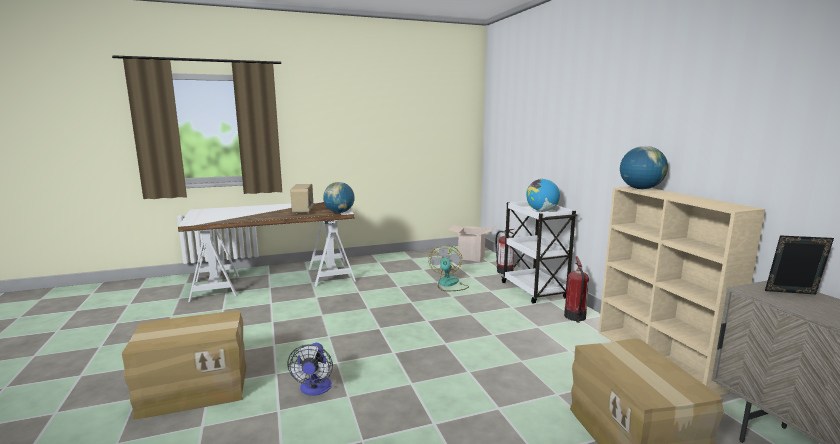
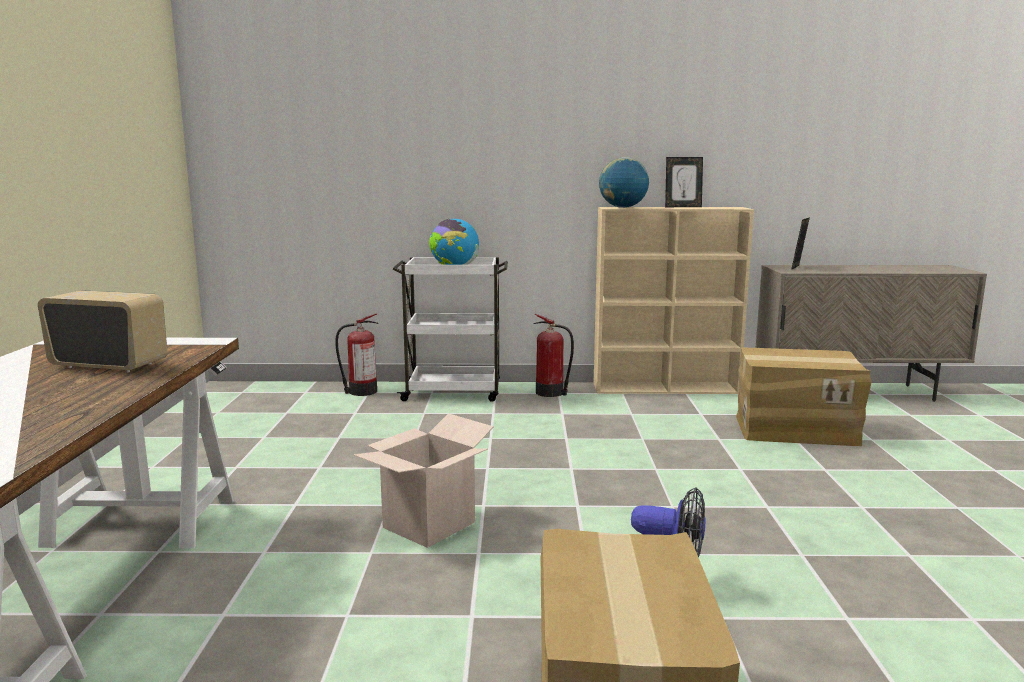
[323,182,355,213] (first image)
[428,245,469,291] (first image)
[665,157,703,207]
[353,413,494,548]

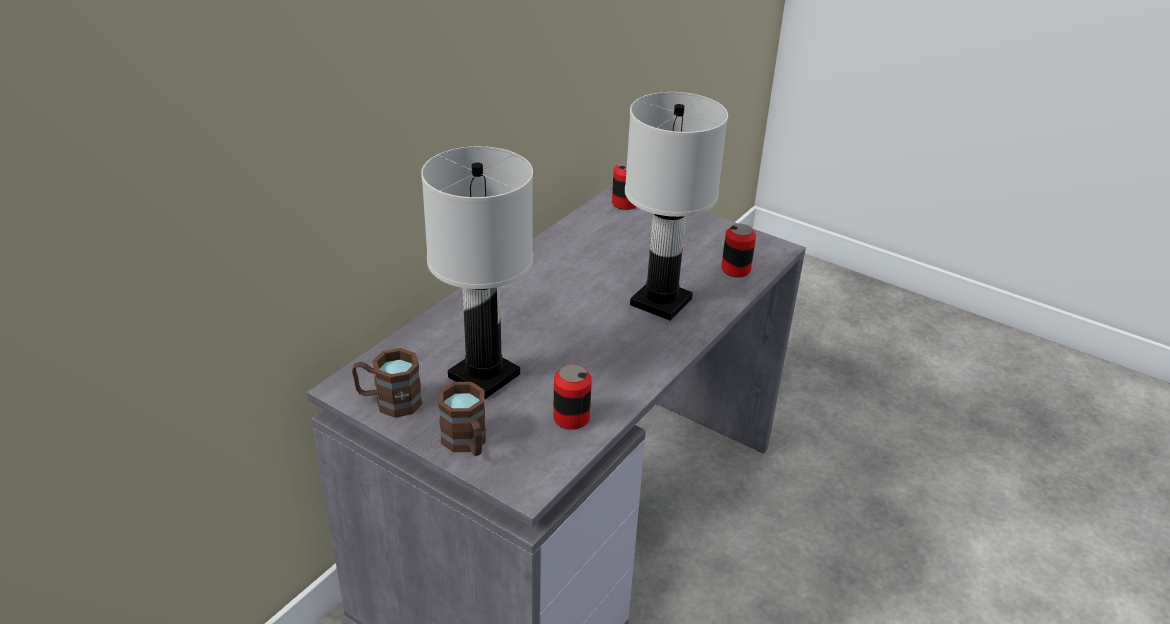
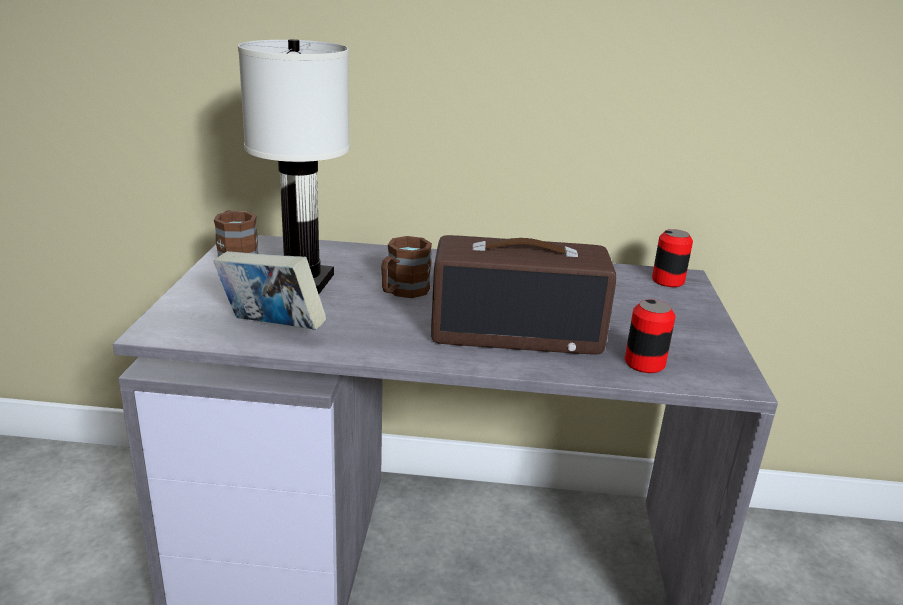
[381,236,432,298]
[214,251,327,330]
[431,235,616,355]

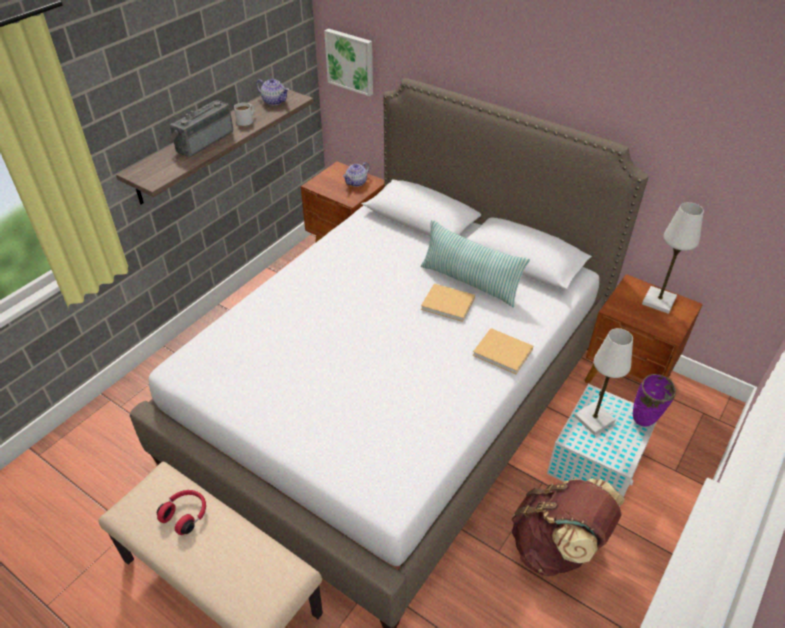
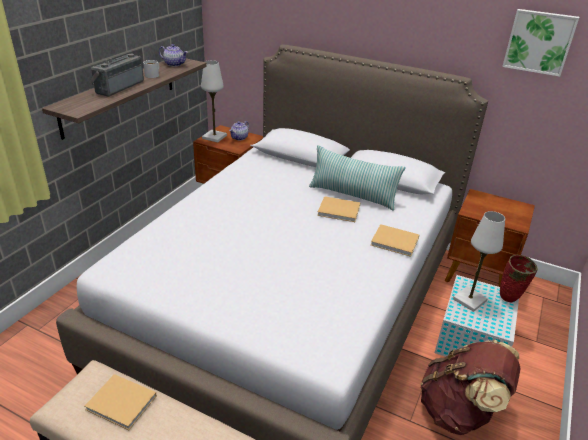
[502,9,579,77]
[201,60,227,142]
[85,374,157,430]
[500,255,538,303]

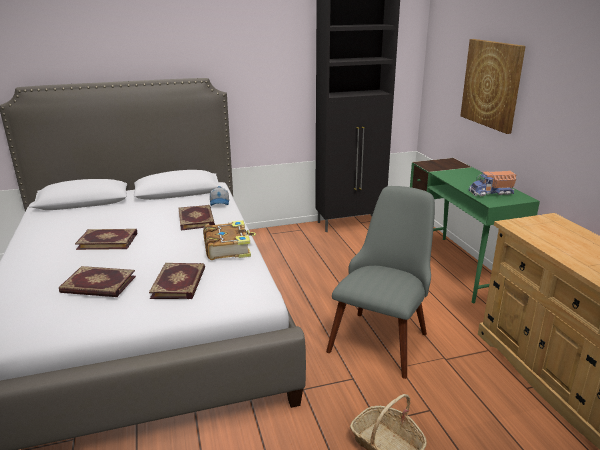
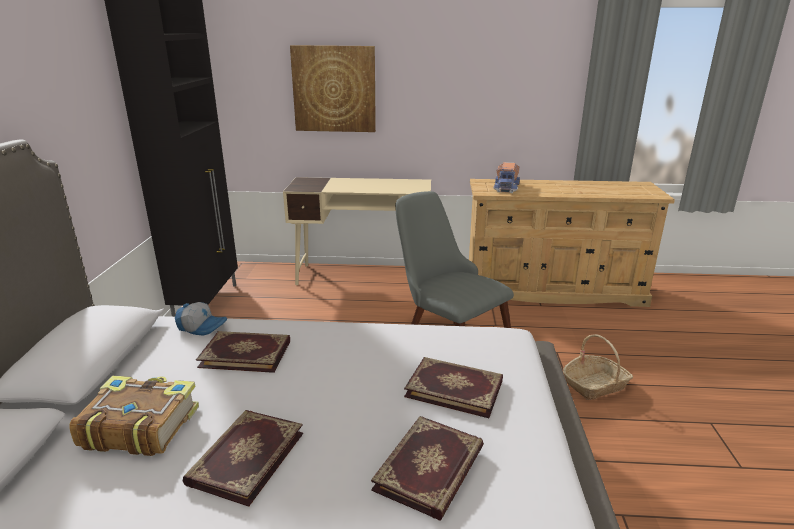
[69,376,199,456]
[493,162,520,193]
[283,177,431,285]

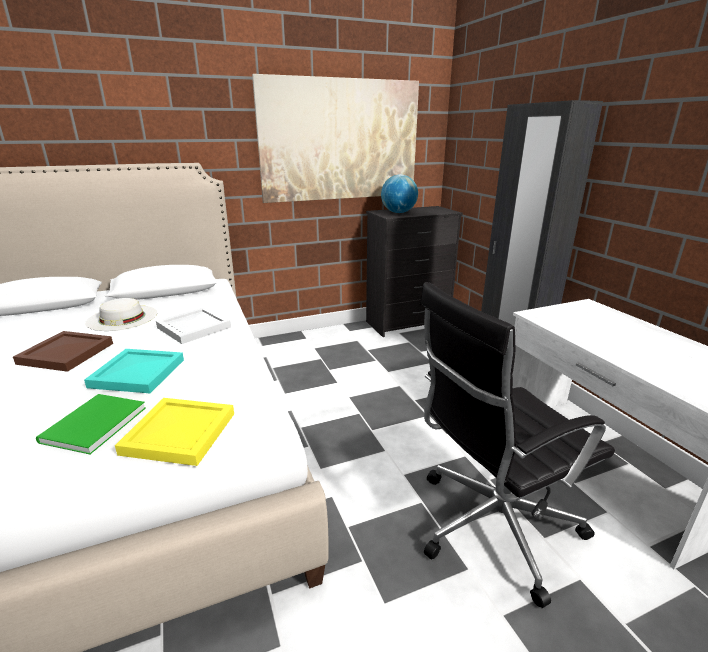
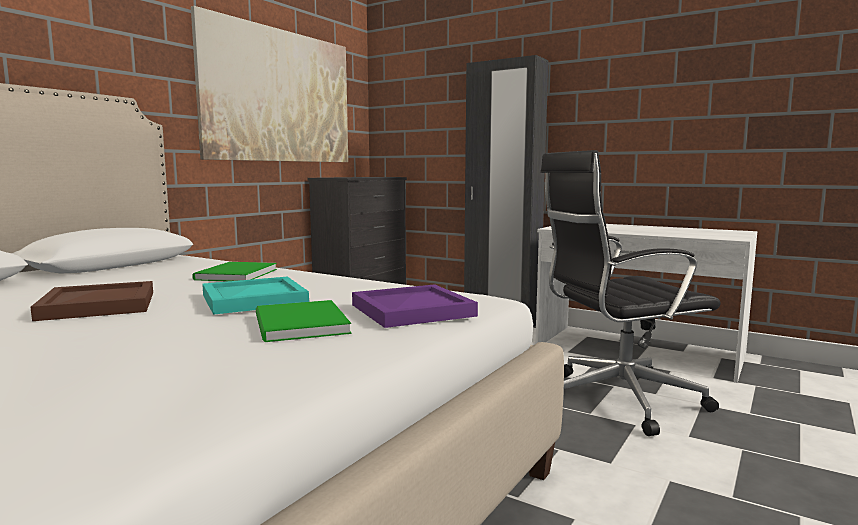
[85,298,157,331] (first image)
[381,175,418,213] (first image)
[192,262,277,281]
[352,284,478,328]
[541,150,721,436]

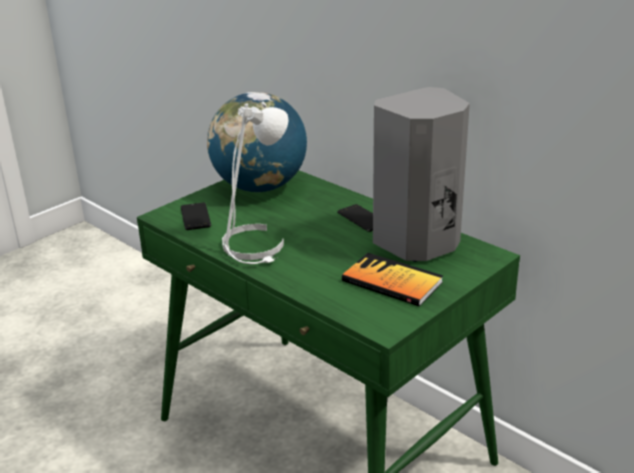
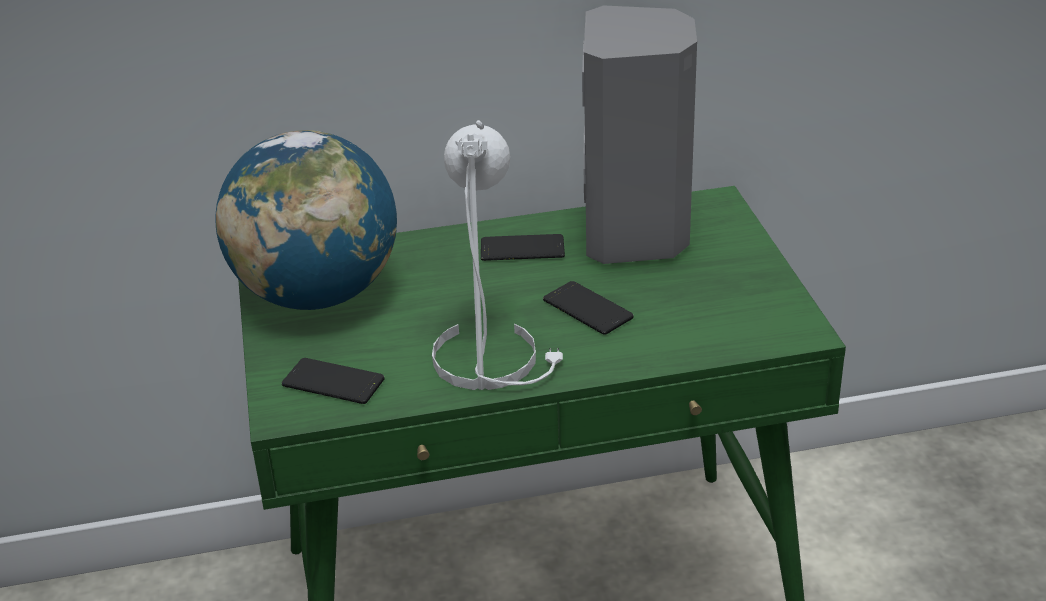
[342,253,443,306] (first image)
[543,281,634,335]

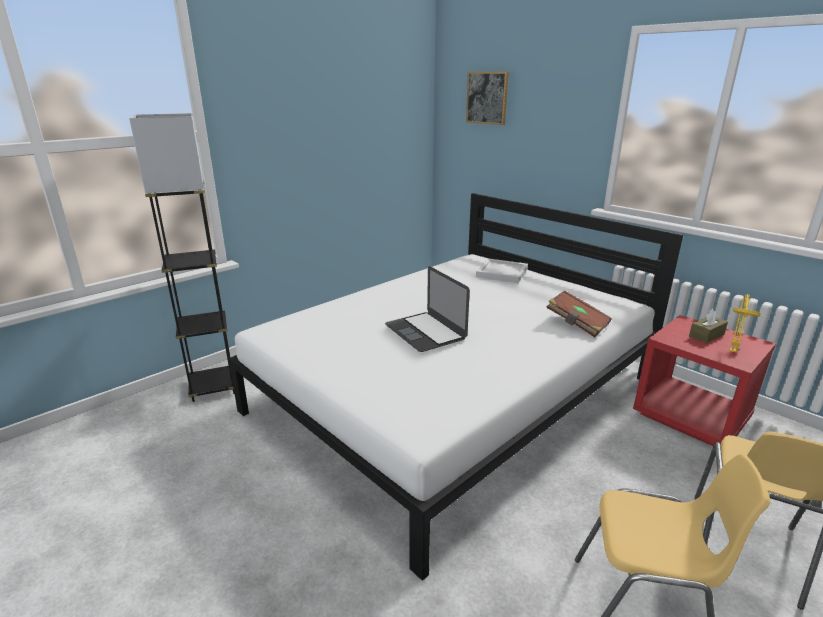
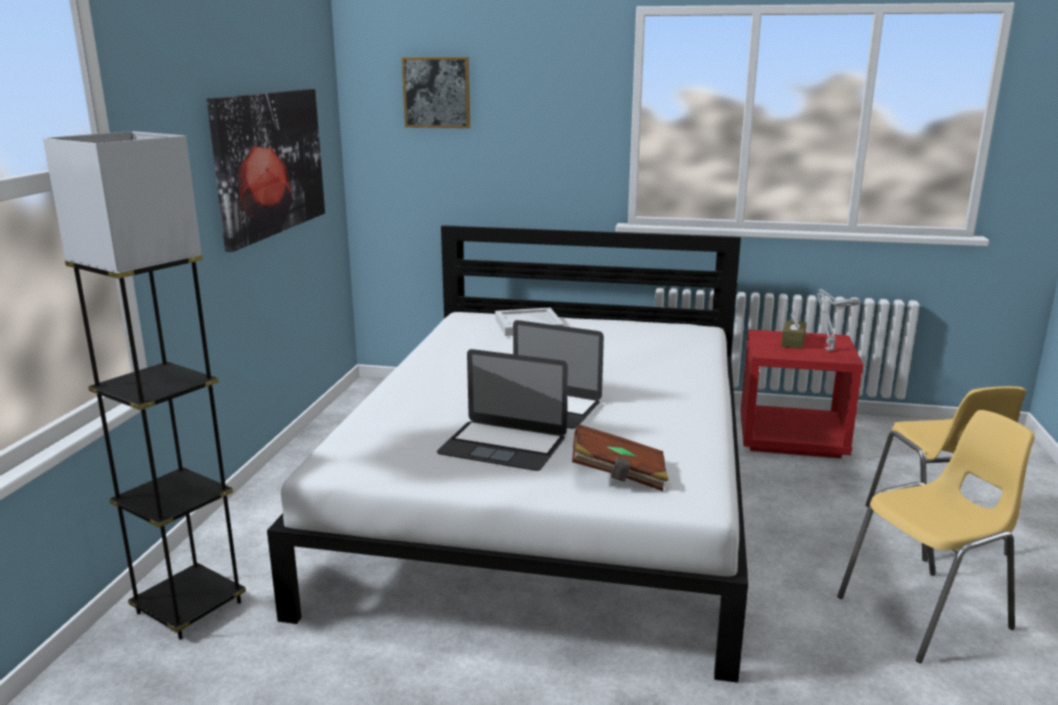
[207,89,325,252]
[437,349,568,471]
[572,424,669,491]
[817,289,860,351]

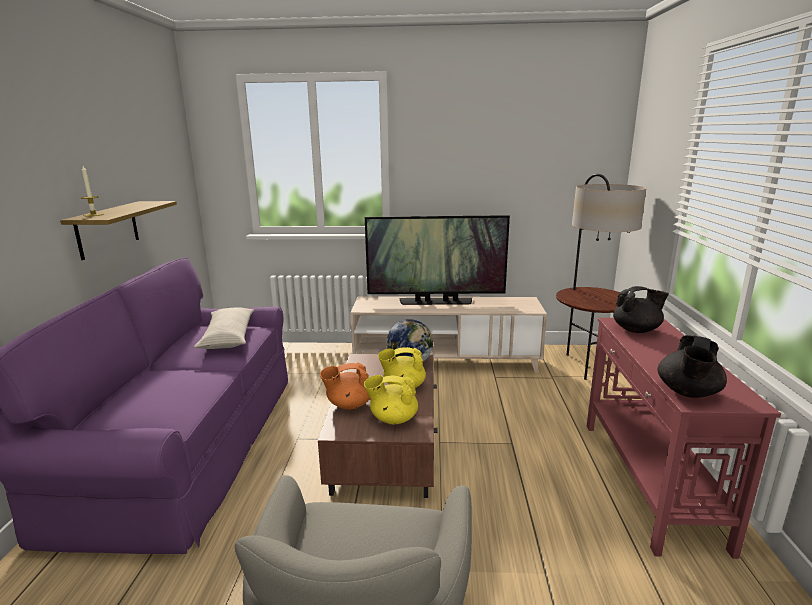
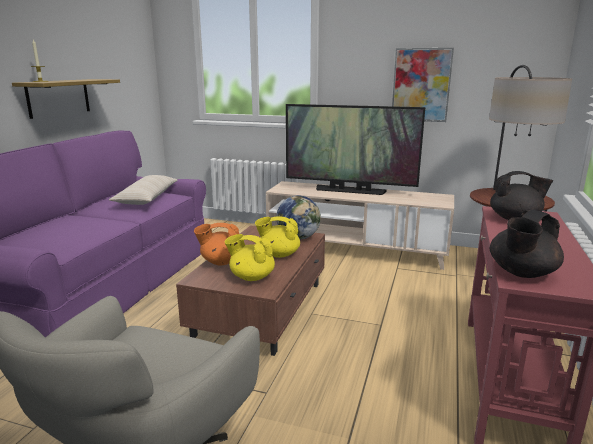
[392,48,454,122]

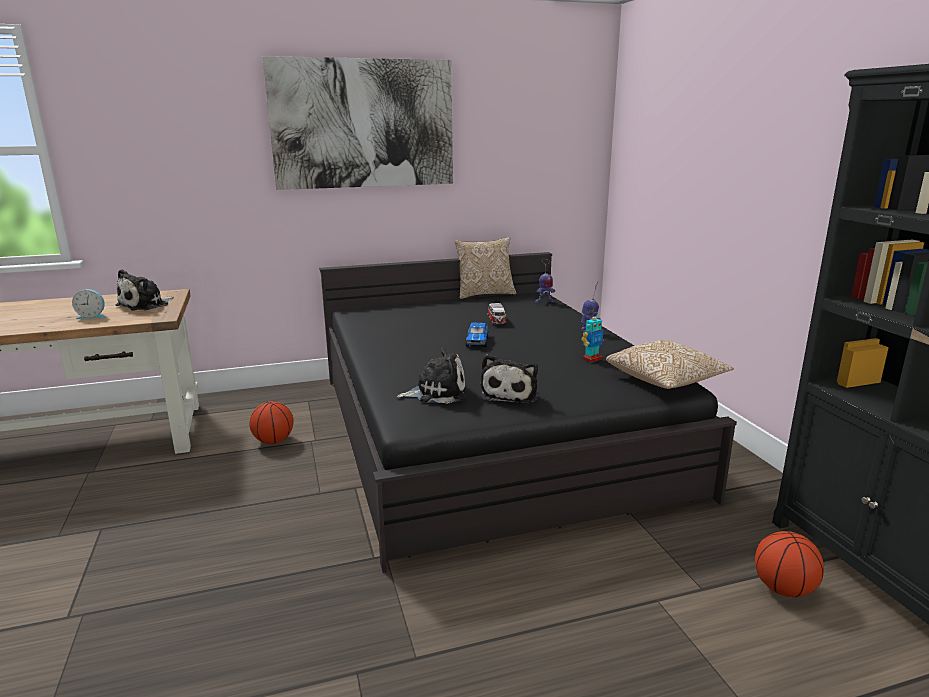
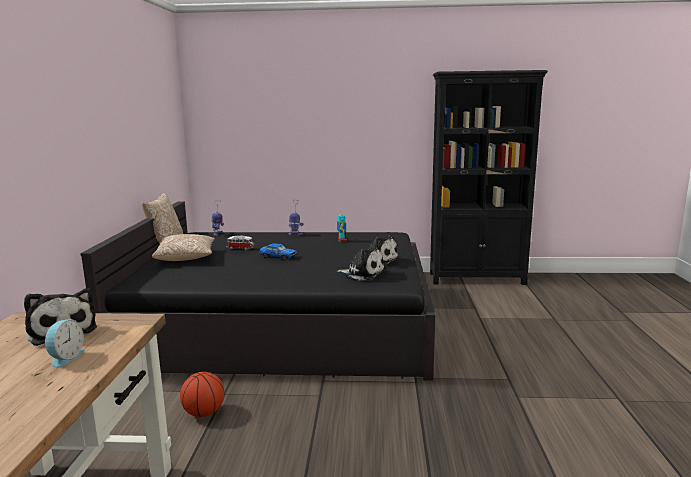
[263,56,453,190] (first image)
[755,531,824,597] (first image)
[152,234,215,261]
[337,245,385,280]

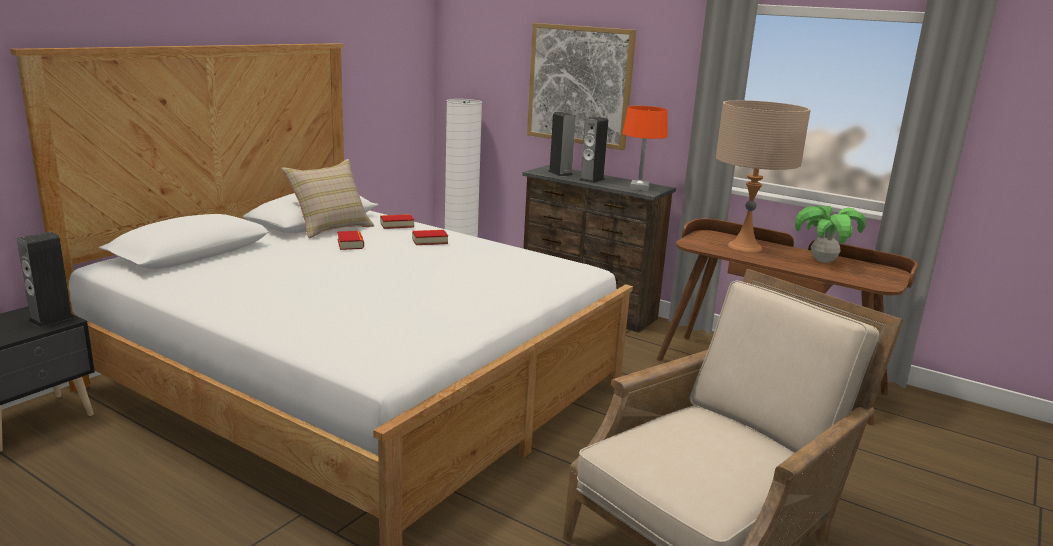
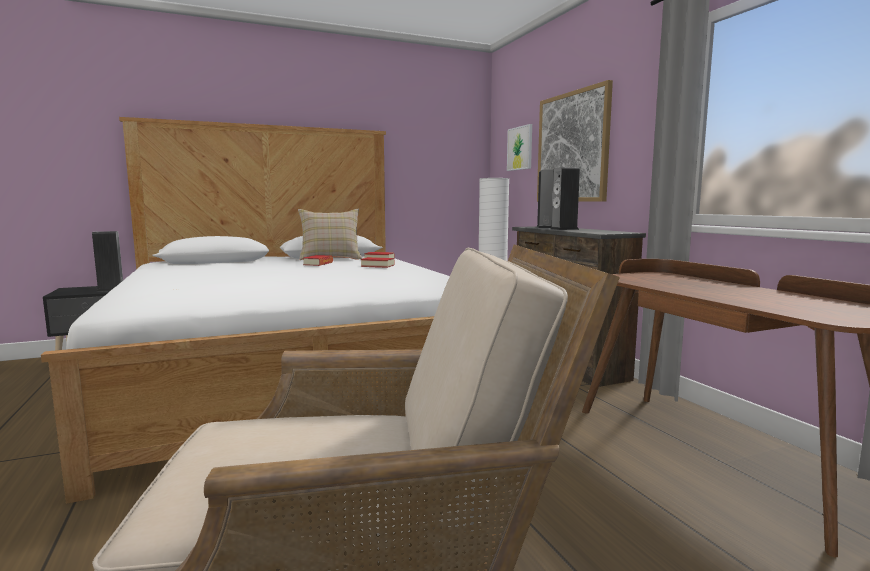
[623,106,667,192] (first image)
[716,100,811,252] (first image)
[795,205,866,263] (first image)
[507,124,532,171]

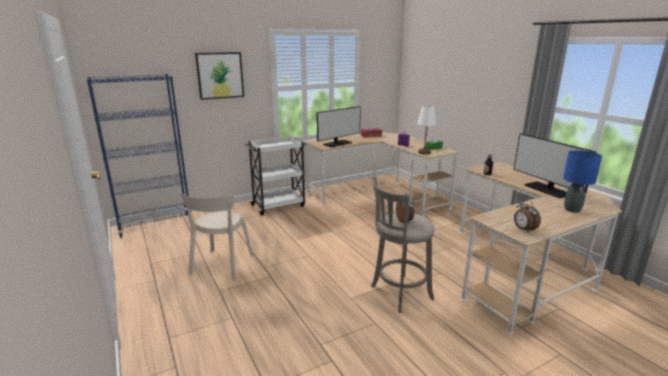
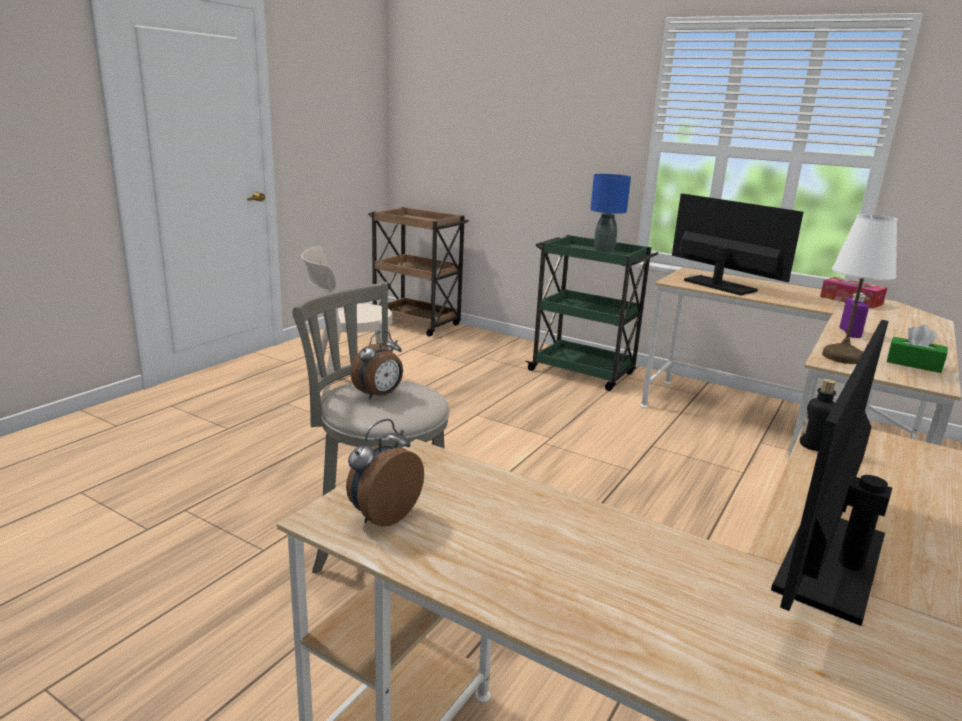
[195,52,244,100] (first image)
[590,174,631,253]
[368,207,469,337]
[525,235,658,391]
[672,193,804,296]

